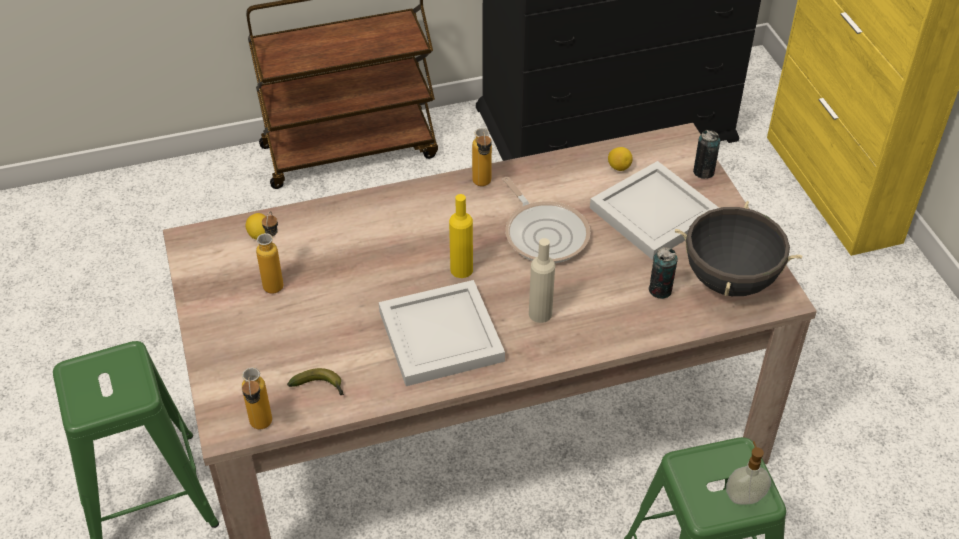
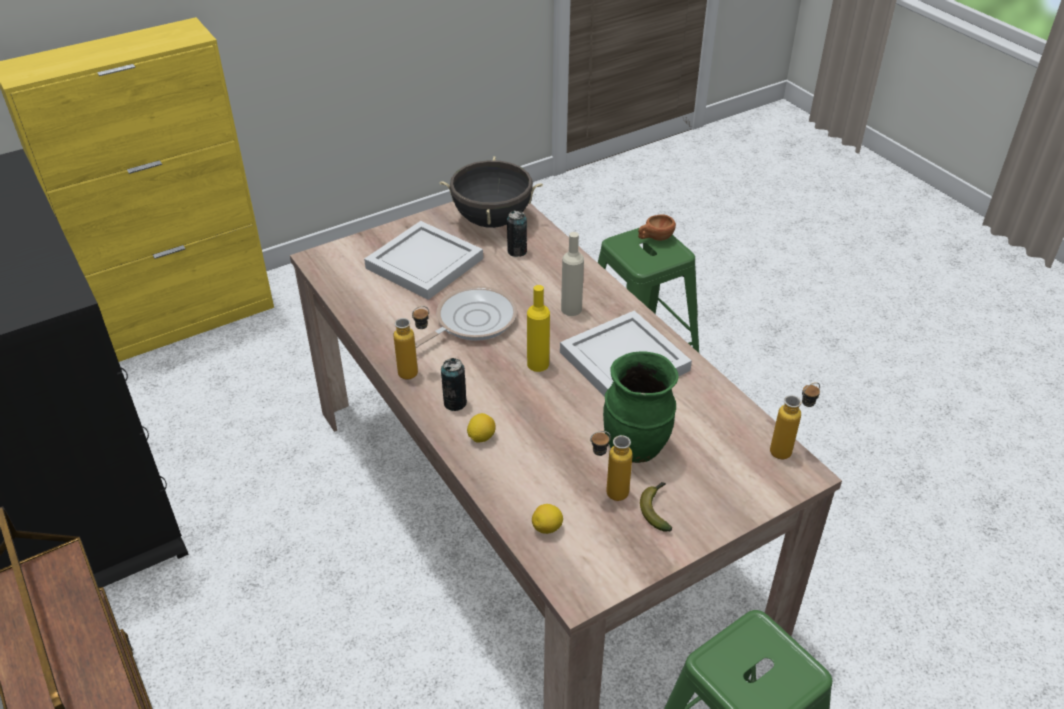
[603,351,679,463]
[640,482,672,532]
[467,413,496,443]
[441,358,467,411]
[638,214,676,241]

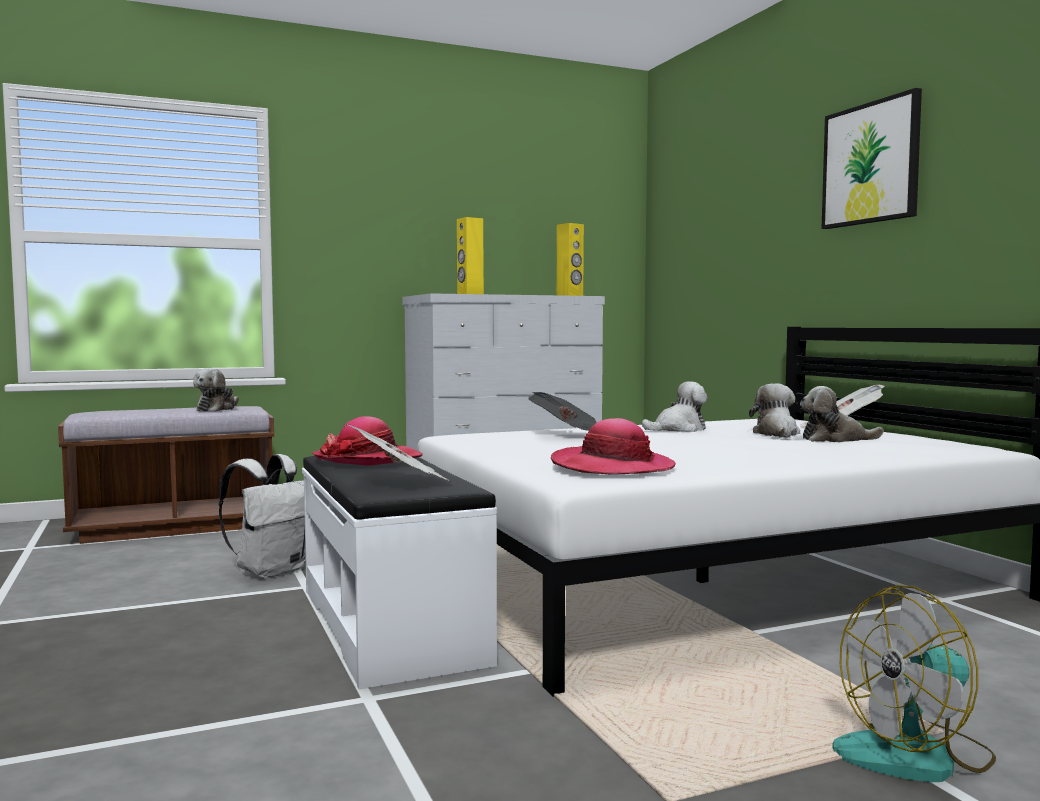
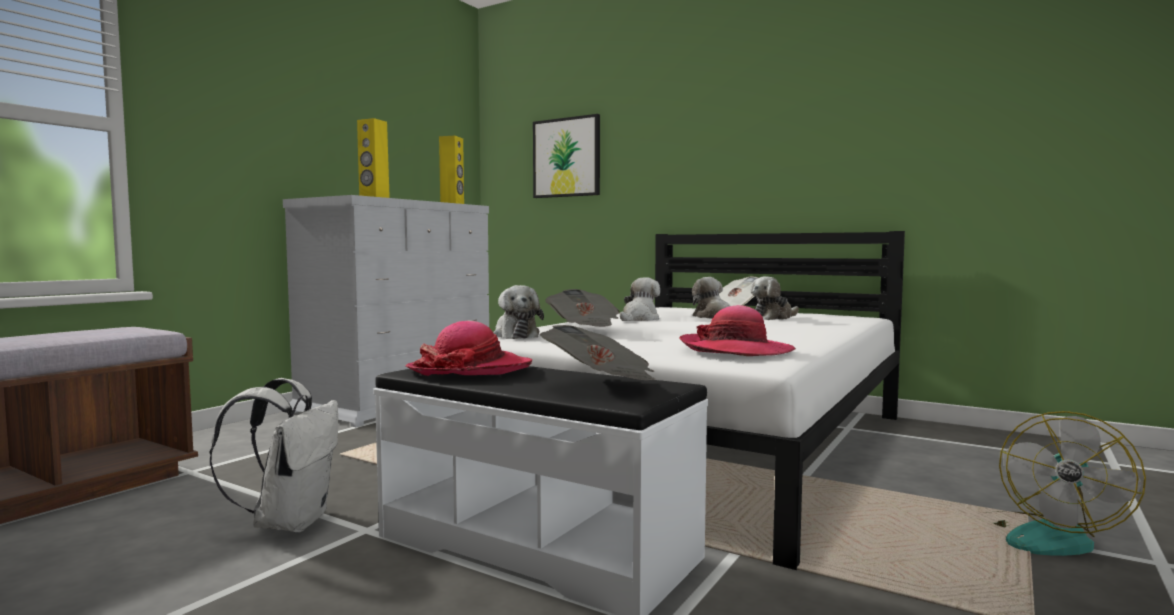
[493,285,544,339]
[533,114,600,198]

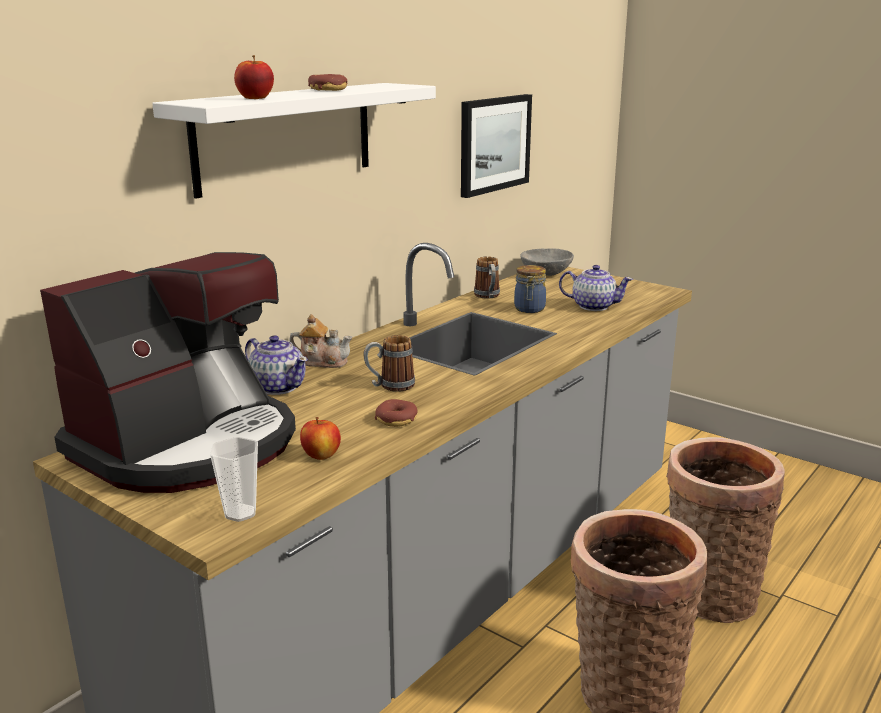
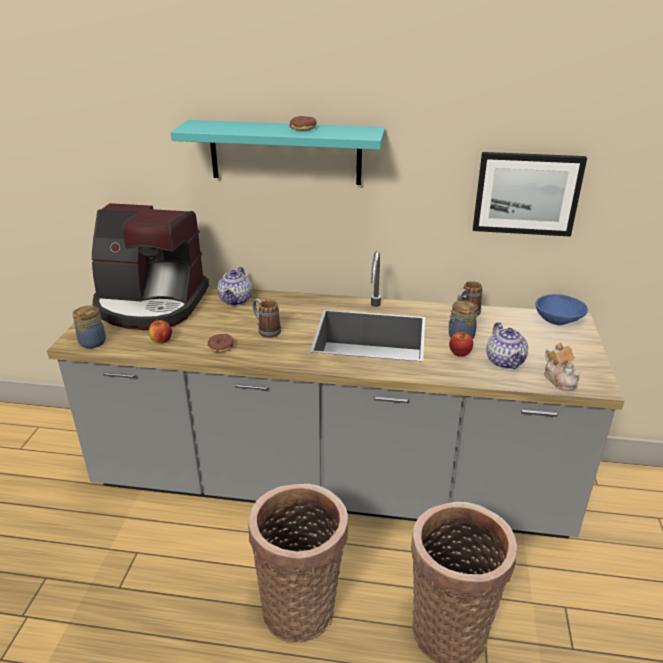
[449,332,473,357]
[544,343,581,391]
[72,306,106,349]
[171,120,385,185]
[536,294,588,325]

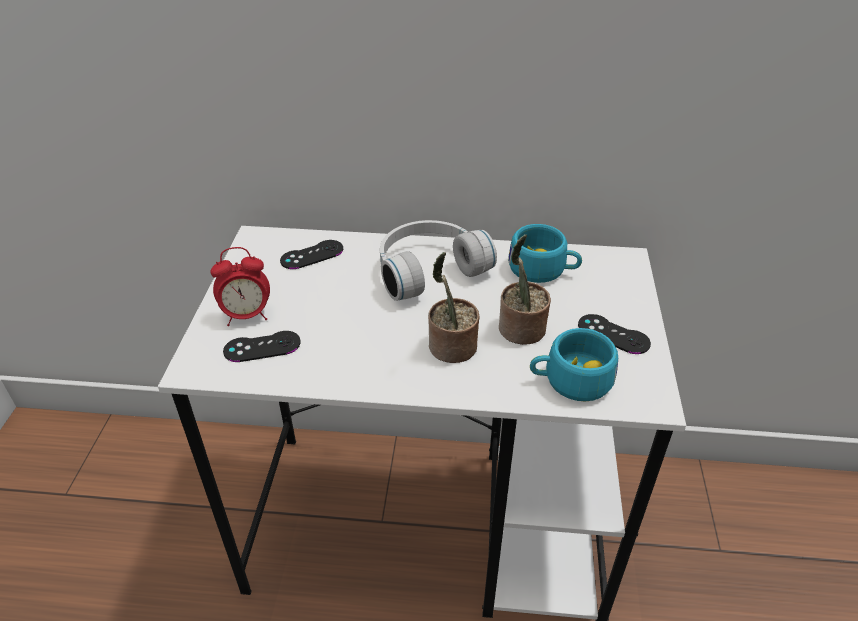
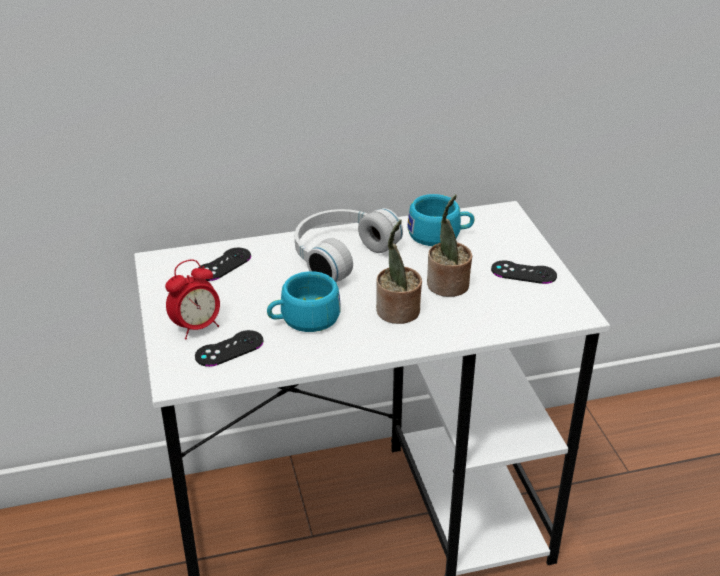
[267,271,341,332]

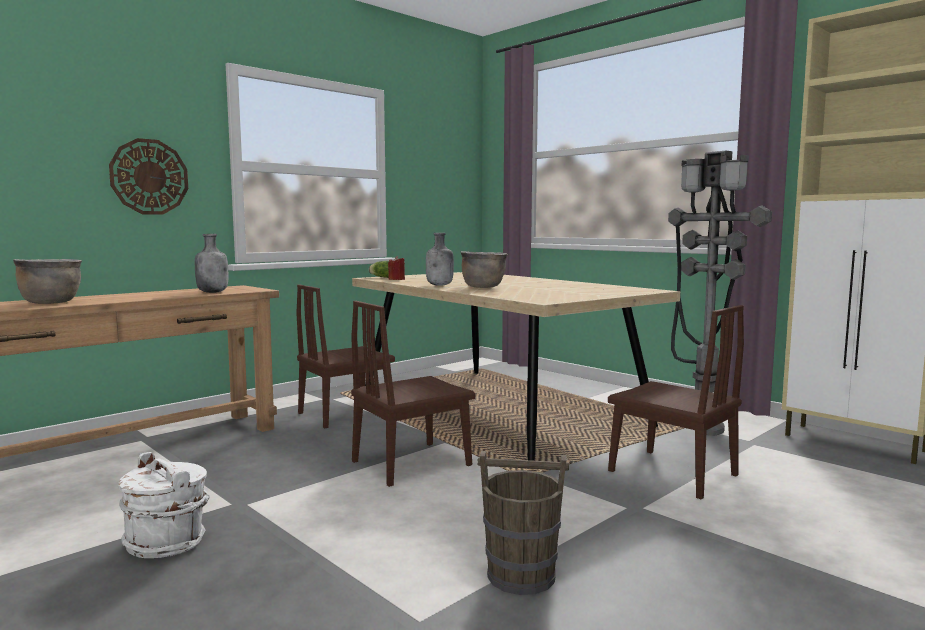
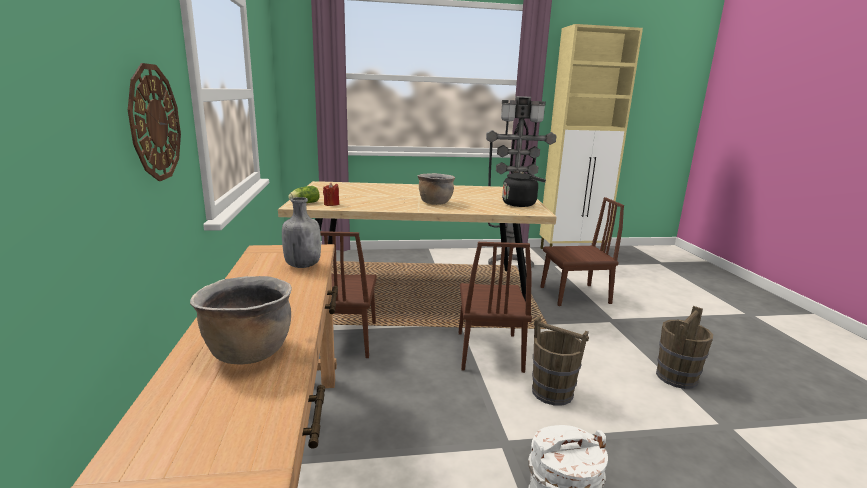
[426,233,454,286] (first image)
[502,171,546,207]
[532,317,589,406]

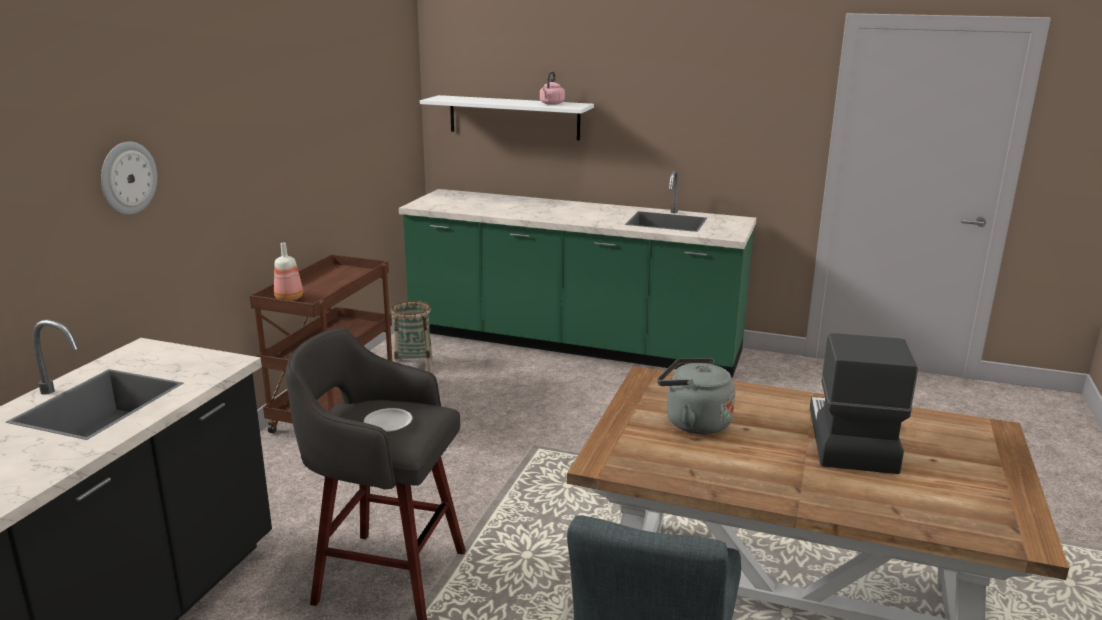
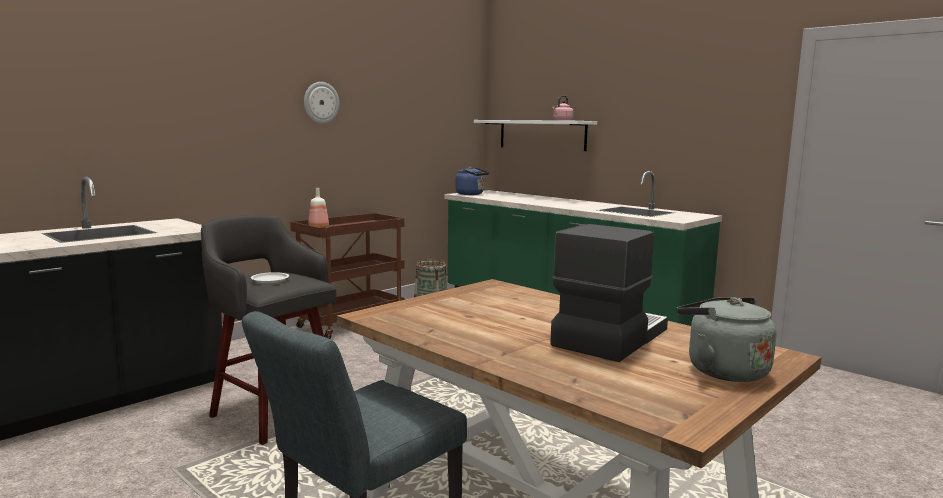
[456,167,489,195]
[304,82,339,124]
[676,297,776,382]

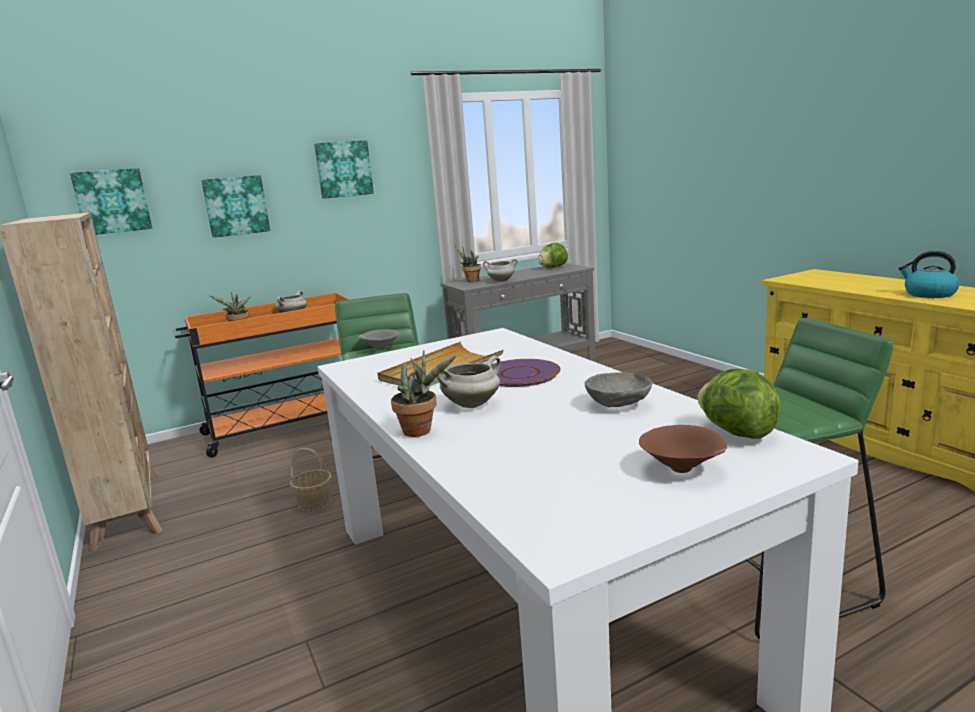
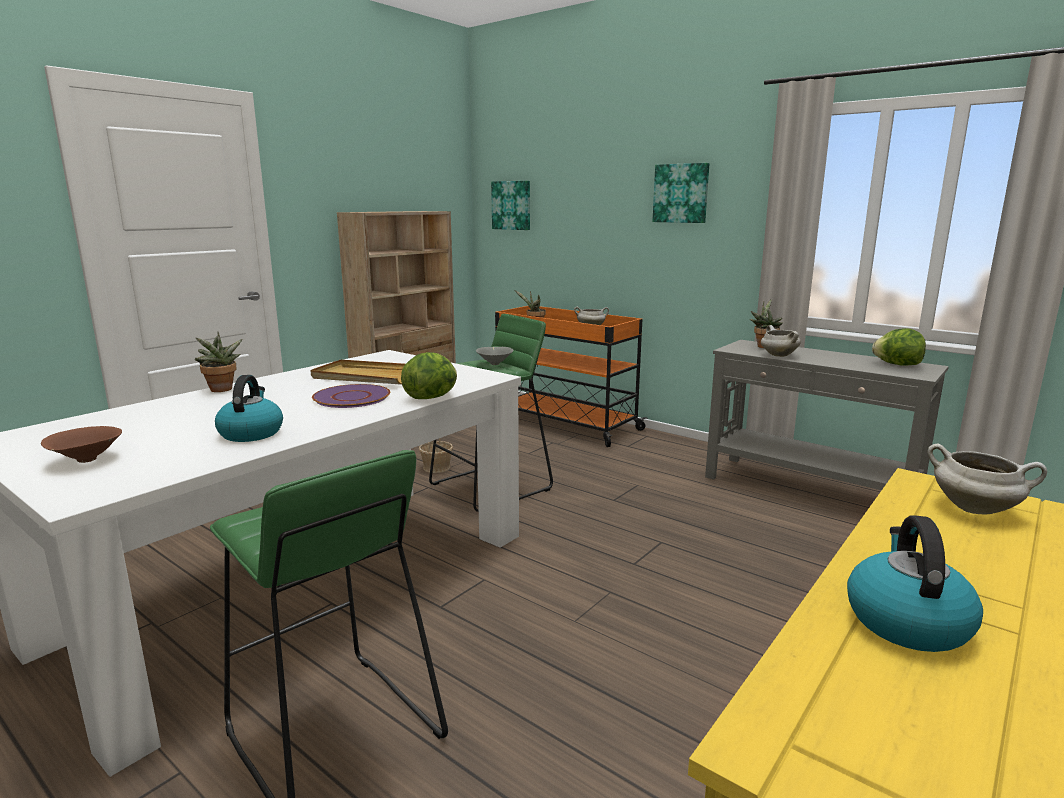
[201,175,270,238] (first image)
[927,444,1047,514]
[401,352,457,399]
[215,375,283,442]

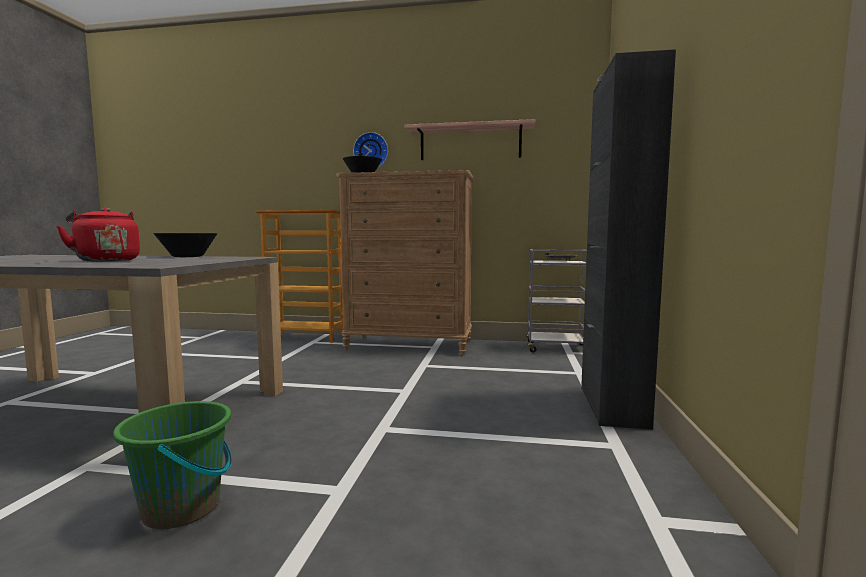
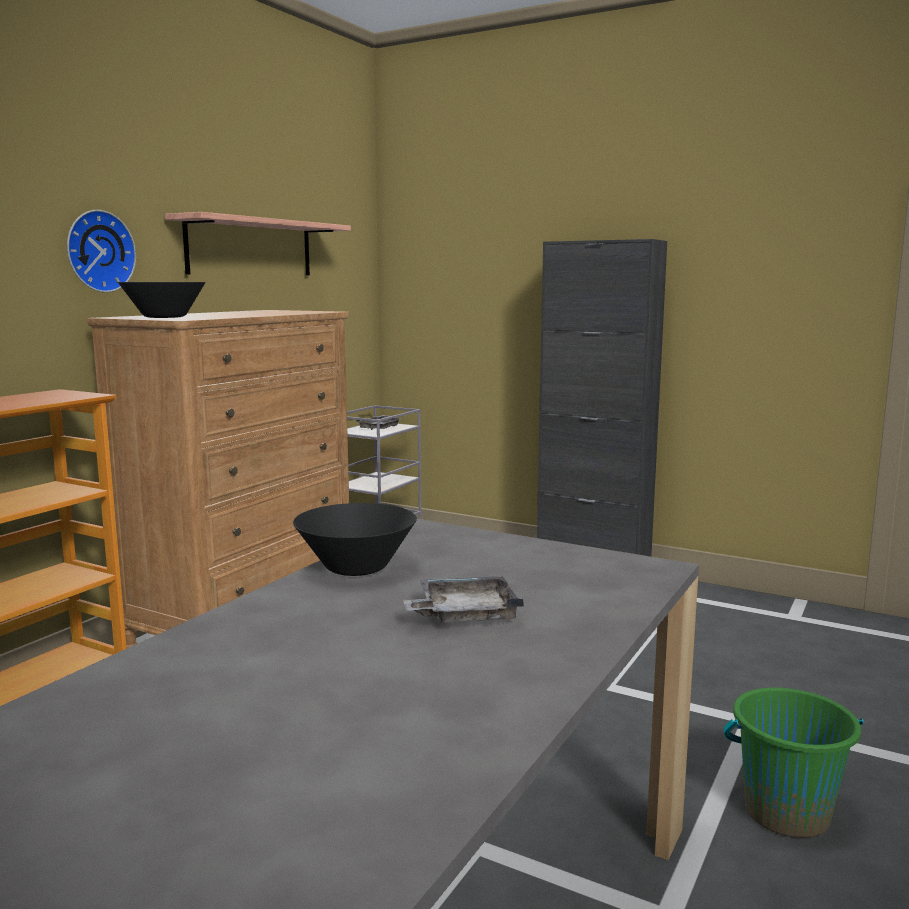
[403,576,524,622]

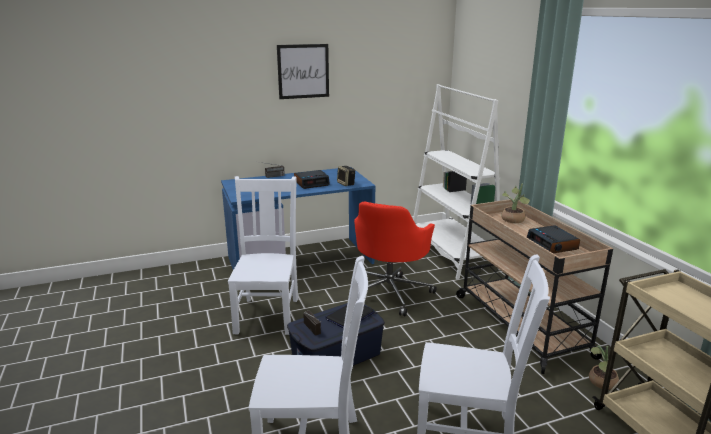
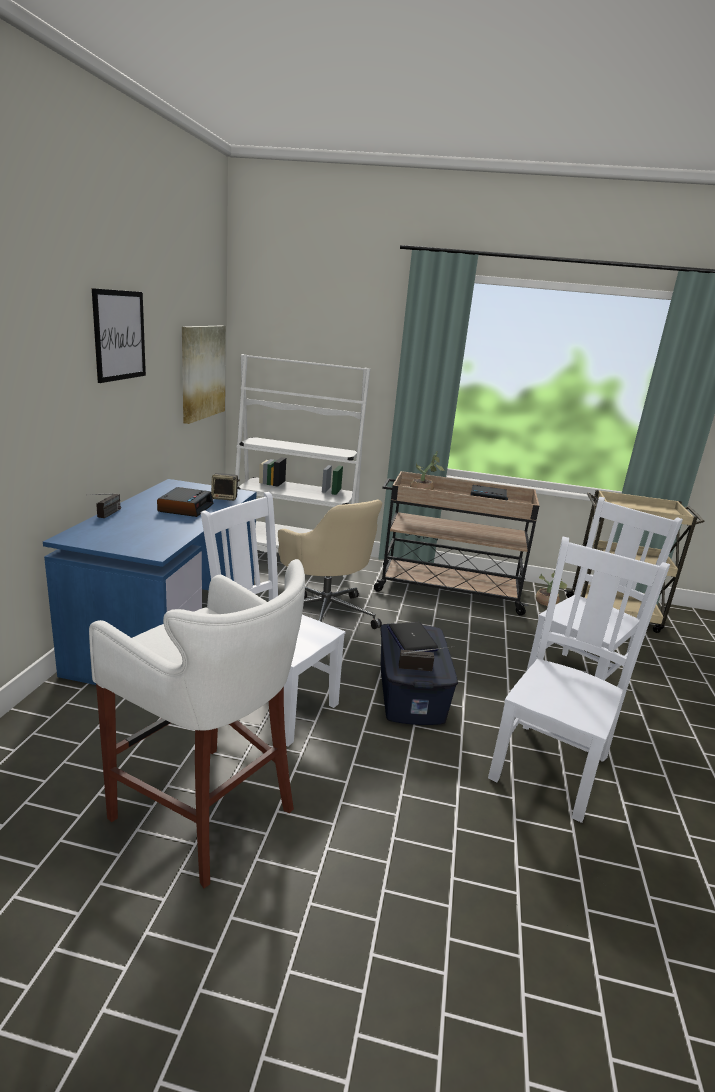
[89,559,305,888]
[182,325,226,424]
[278,500,382,629]

